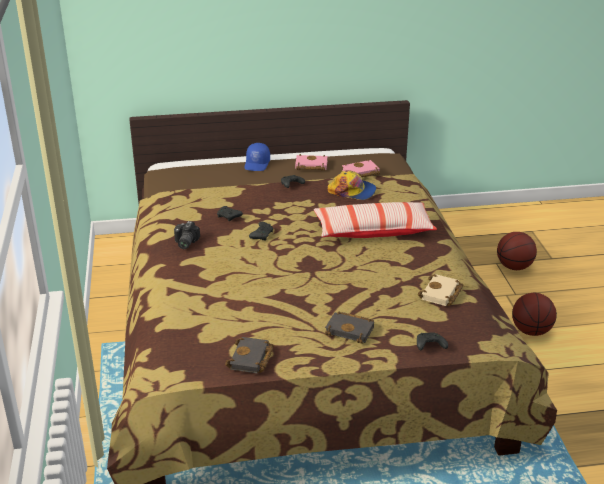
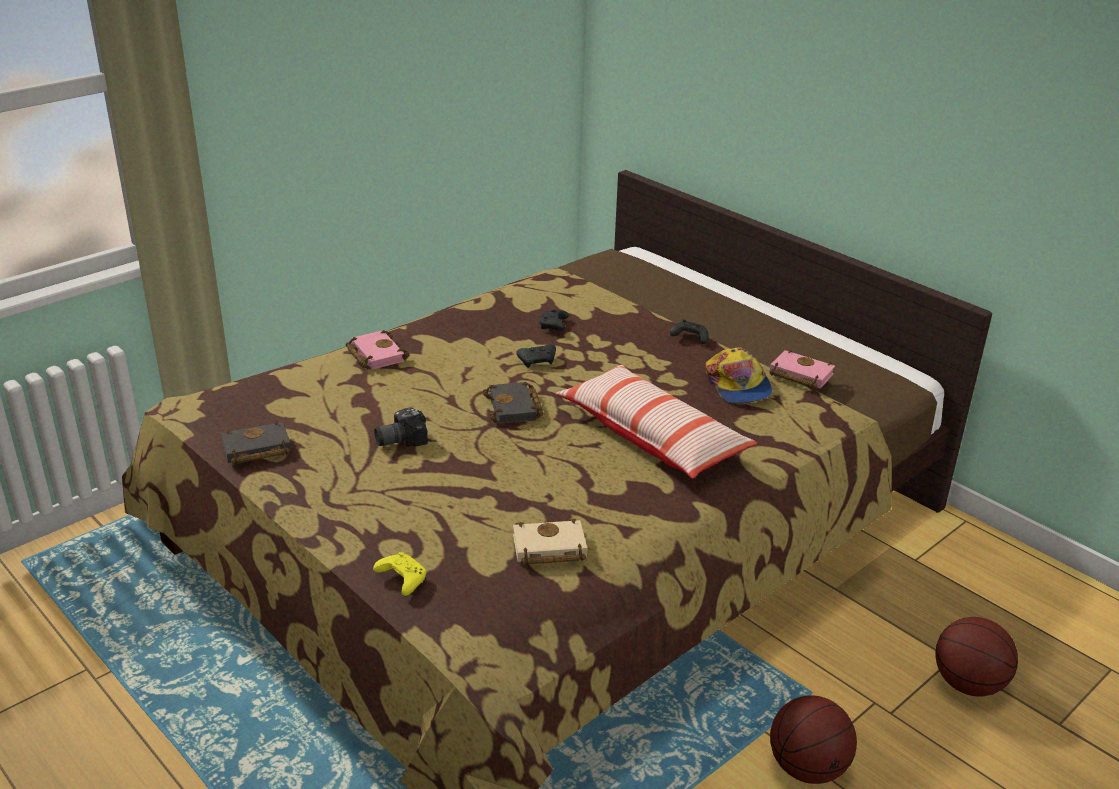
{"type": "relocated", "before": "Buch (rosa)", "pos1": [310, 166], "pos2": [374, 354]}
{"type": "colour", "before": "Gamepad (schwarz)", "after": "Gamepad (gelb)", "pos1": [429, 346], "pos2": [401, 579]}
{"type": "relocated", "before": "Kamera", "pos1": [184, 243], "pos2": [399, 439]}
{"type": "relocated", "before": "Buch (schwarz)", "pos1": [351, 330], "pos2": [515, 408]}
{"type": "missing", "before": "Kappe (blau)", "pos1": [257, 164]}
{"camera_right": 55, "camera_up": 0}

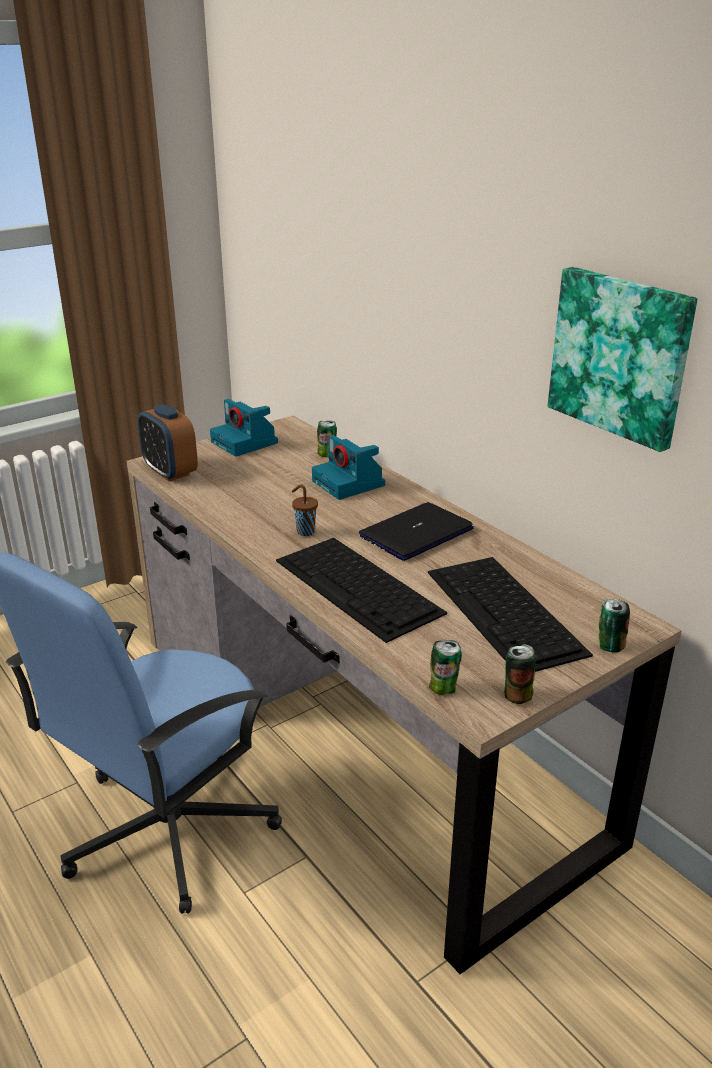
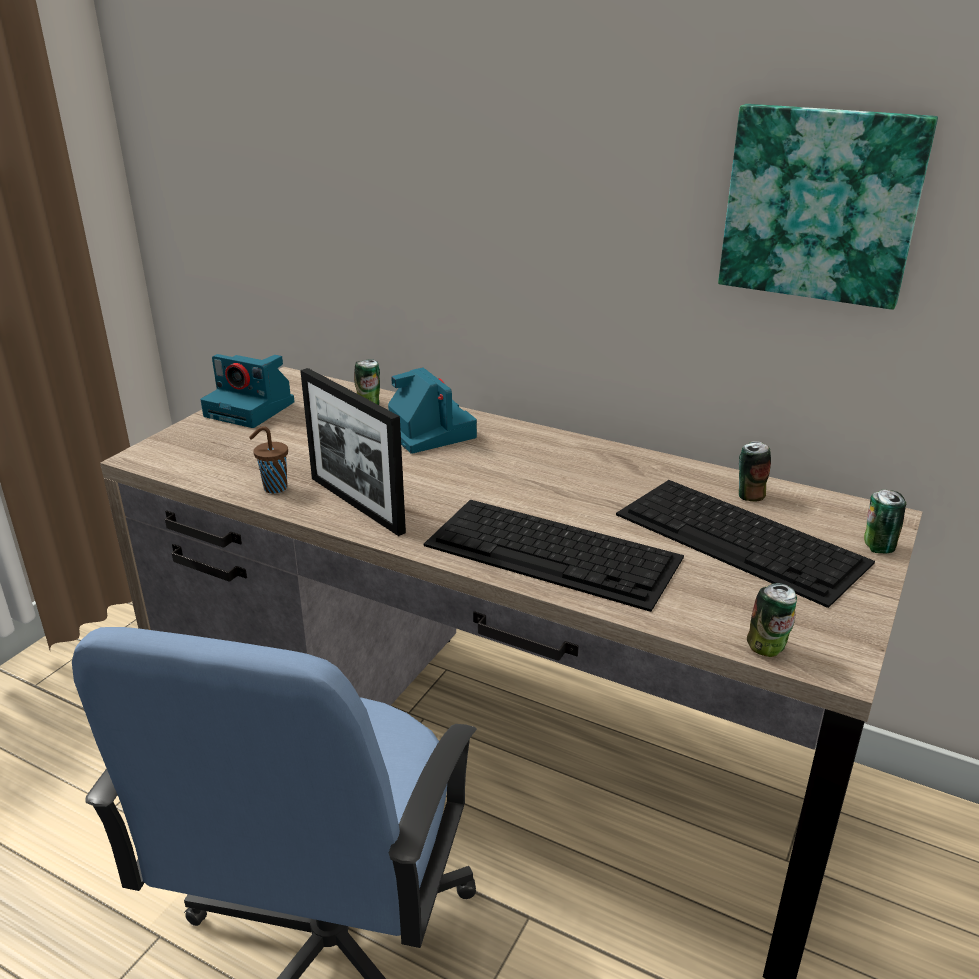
{"type": "relocated", "before": "Tasse (braun)", "pos1": [304, 532], "pos2": [274, 488]}
{"type": "appeared", "after": "Bilderrahmen", "pos2": [356, 504]}
{"type": "spun", "before": "Kamera", "pos1": [350, 483], "pos2": [428, 432], "turn": -150}
{"type": "relocated", "before": "Dose", "pos1": [517, 695], "pos2": [749, 495]}
{"type": "missing", "before": "Wecker", "pos1": [170, 472]}
{"type": "missing", "before": "Laptop", "pos1": [416, 533]}
{"camera_right": -25, "camera_up": 0}

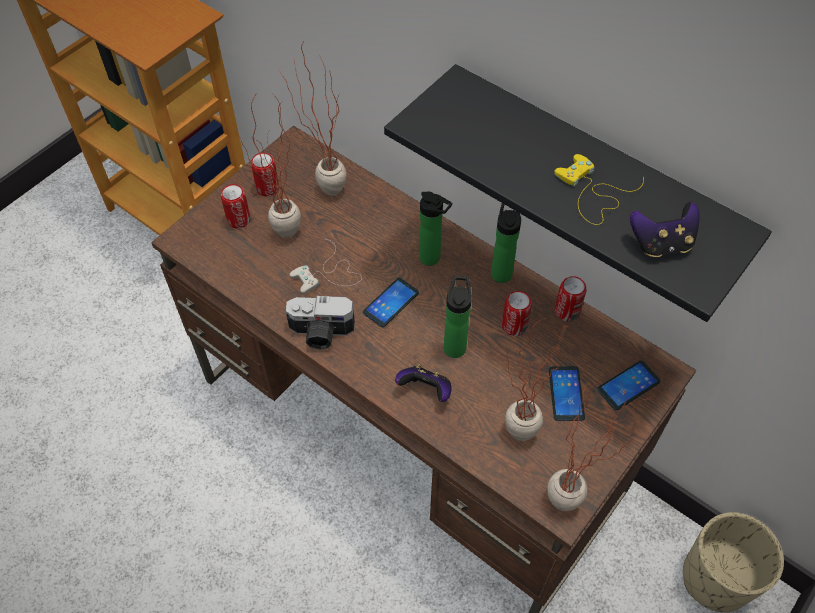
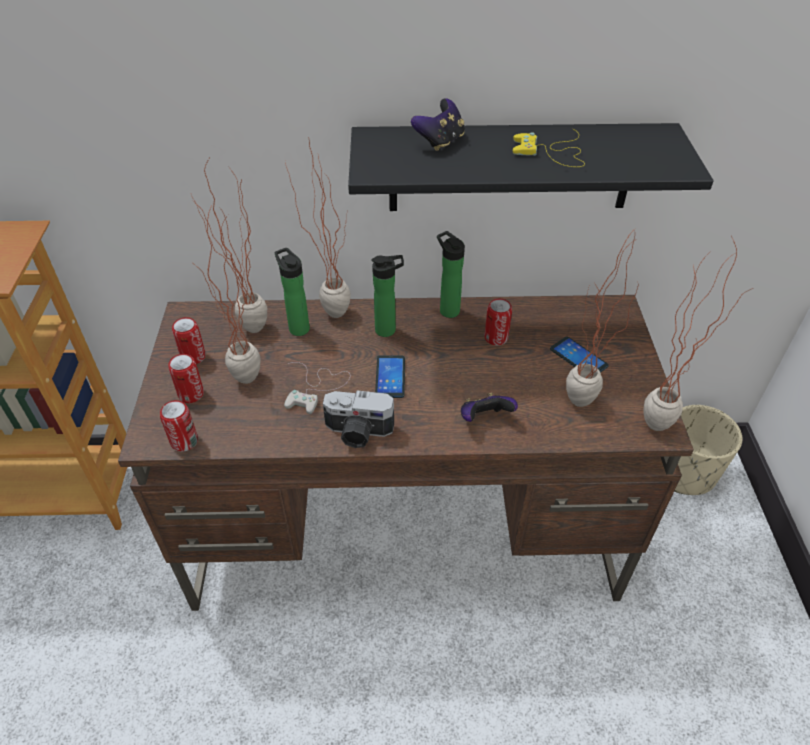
{"type": "relocated", "before": "Dose", "pos1": [567, 311], "pos2": [184, 441]}
{"type": "relocated", "before": "Flasche", "pos1": [455, 345], "pos2": [297, 327]}
{"type": "appeared", "after": "Topfpflanze", "pos2": [329, 309]}
{"type": "spun", "before": "Kamera", "pos1": [321, 333], "pos2": [358, 433], "turn": 45}
{"type": "relocated", "before": "Gamepad", "pos1": [661, 244], "pos2": [440, 142]}
{"type": "missing", "before": "Handy", "pos1": [628, 385]}
{"camera_right": -40, "camera_up": -10}

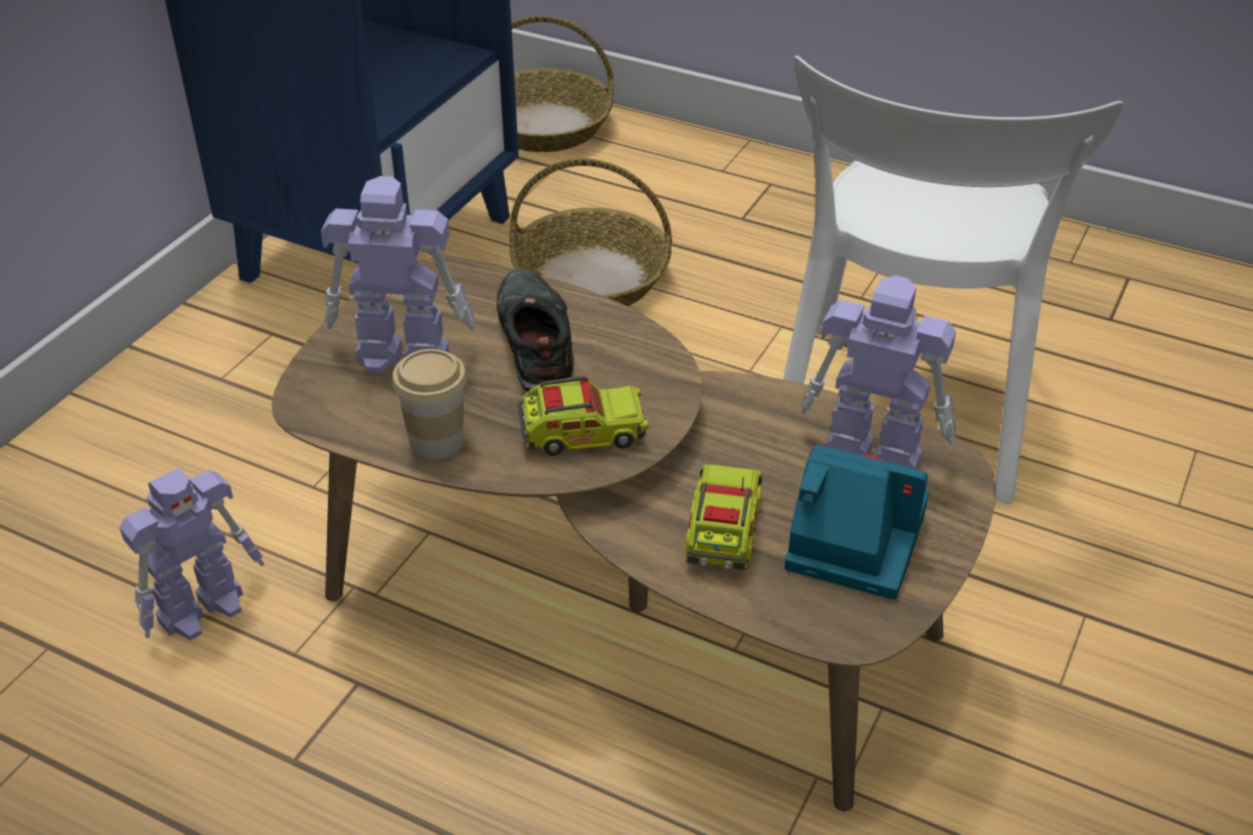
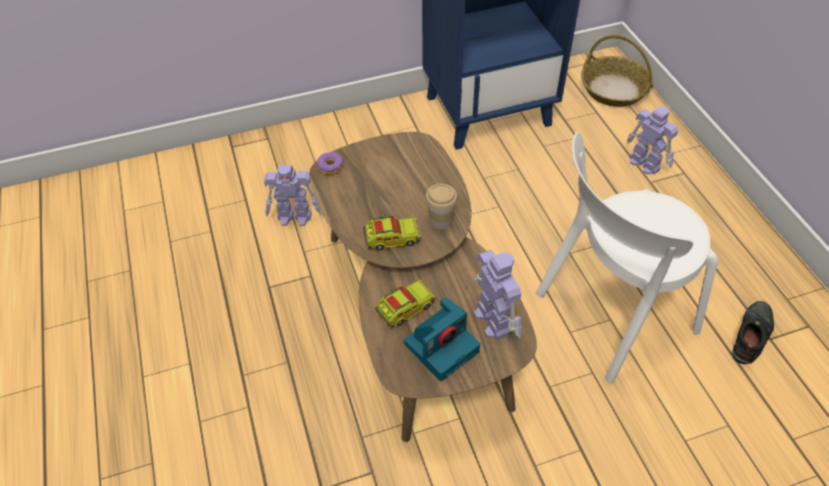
{"type": "appeared", "after": "Donut", "pos2": [330, 167]}
{"type": "spun", "before": "Spielzeuglaster", "pos1": [582, 433], "pos2": [392, 239], "turn": -45}
{"type": "spun", "before": "Kamera", "pos1": [851, 541], "pos2": [442, 346], "turn": 75}
{"type": "relocated", "before": "Tasse", "pos1": [436, 441], "pos2": [441, 220]}
{"type": "relocated", "before": "Spielzeugroboter", "pos1": [401, 355], "pos2": [644, 163]}
{"type": "relocated", "before": "Schuh (schwarz)", "pos1": [534, 341], "pos2": [751, 334]}
{"type": "missing", "before": "Korb", "pos1": [592, 278]}
{"camera_right": 45, "camera_up": 10}

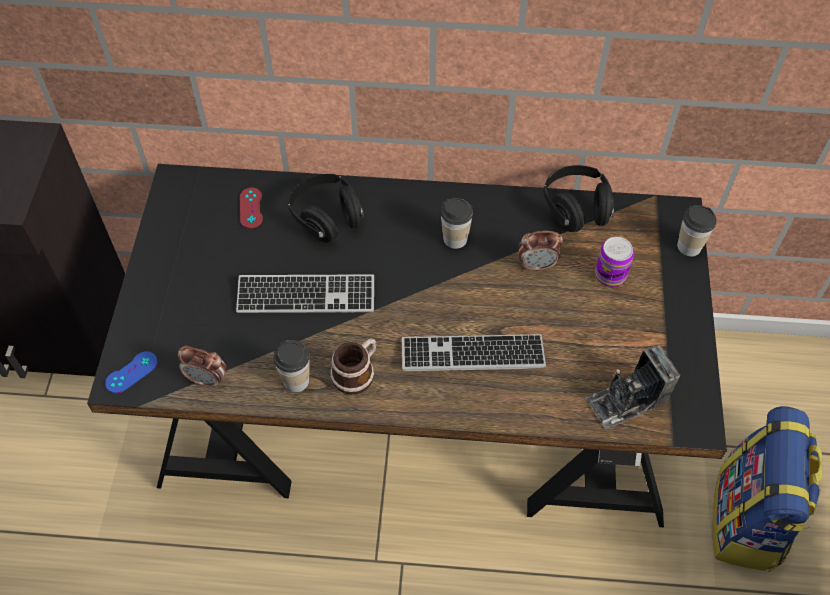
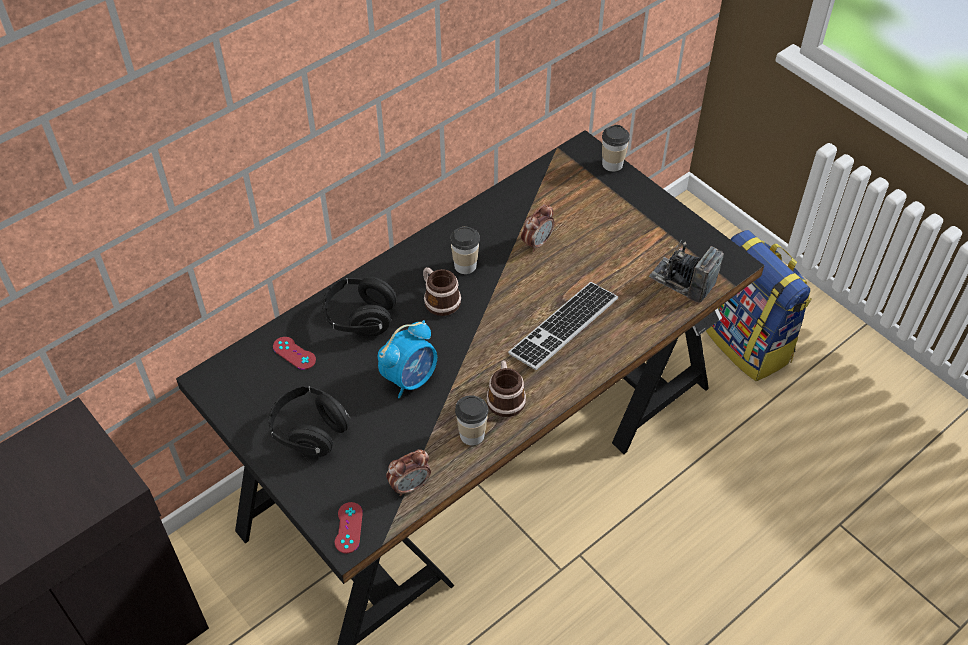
{"type": "relocated", "before": "Kopfhörer (schwarz)", "pos1": [576, 209], "pos2": [310, 432]}
{"type": "colour", "before": "Gamepad (blau)", "after": "Gamepad (rot)", "pos1": [131, 372], "pos2": [348, 527]}
{"type": "exchanged", "before": "Tastatur", "after": "Wecker", "pos1": [306, 296], "pos2": [410, 378]}
{"type": "appeared", "after": "Henkelbecher", "pos2": [439, 299]}
{"type": "spun", "before": "Kamera", "pos1": [627, 400], "pos2": [682, 281], "turn": 105}
{"type": "missing", "before": "Dose", "pos1": [610, 275]}
{"camera_right": -45, "camera_up": -5}

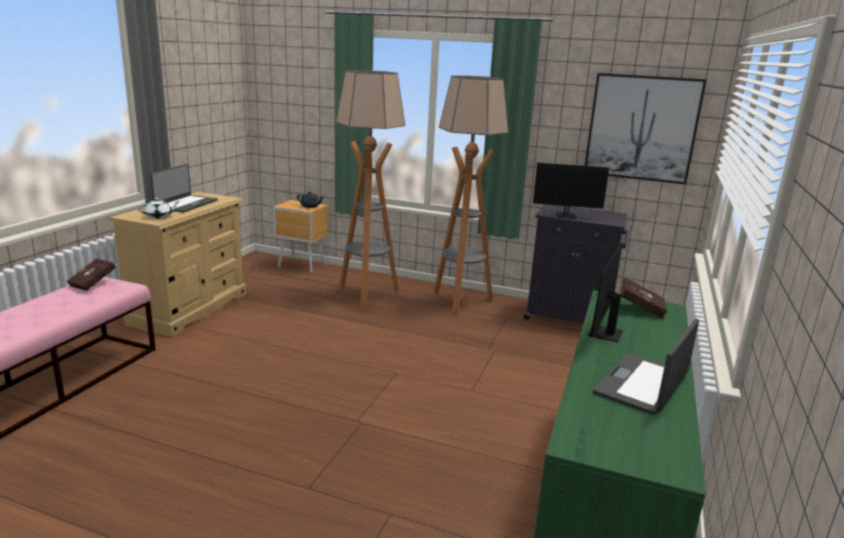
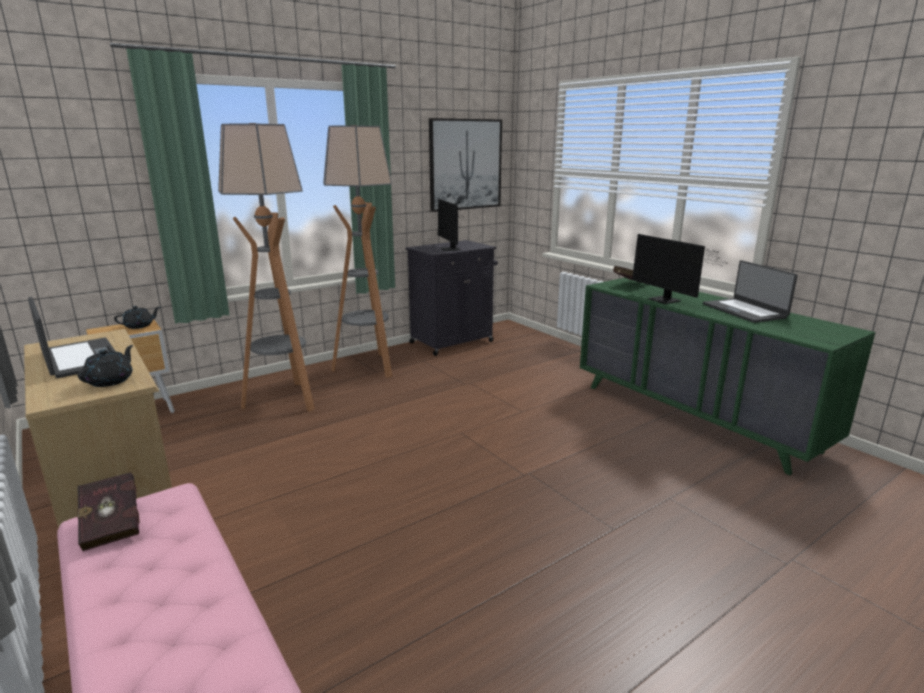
{"type": "colour", "before": "Teekanne (weiß)", "after": "Teekanne (schwarz)", "pos1": [159, 217], "pos2": [111, 381]}
{"type": "spun", "before": "Monitor", "pos1": [569, 216], "pos2": [450, 249], "turn": 120}
{"camera_right": -55, "camera_up": 0}

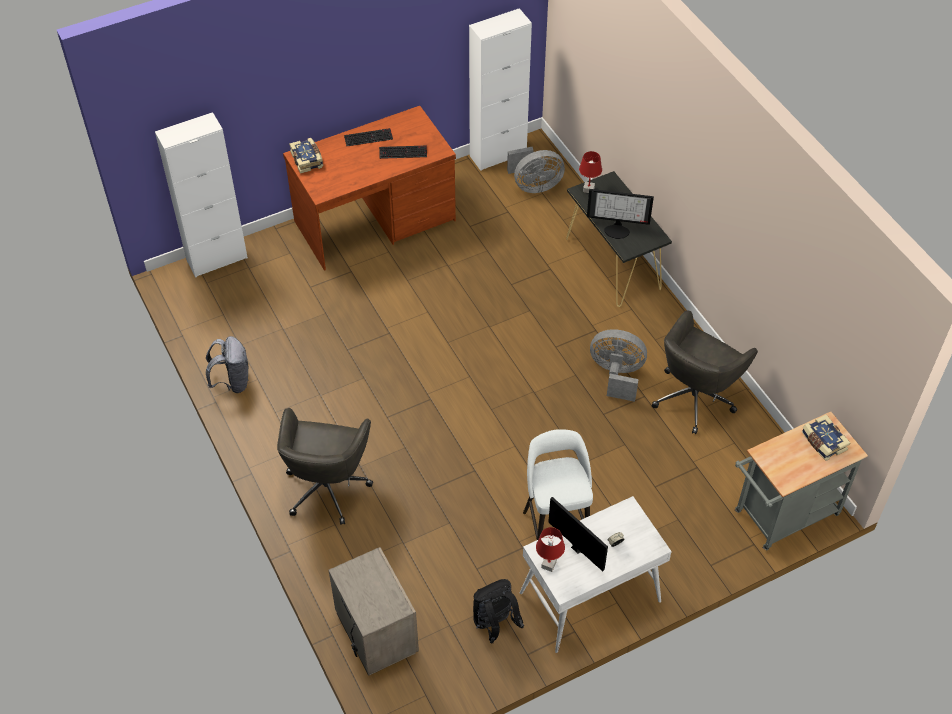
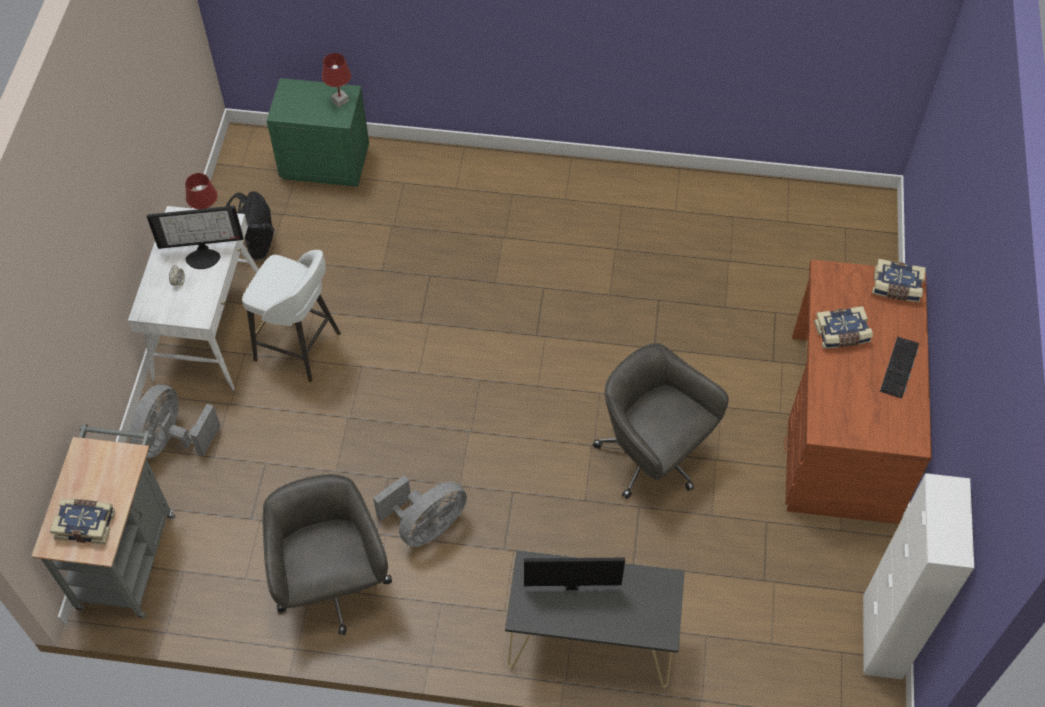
{"type": "relocated", "before": "Ventilator (grau)", "pos1": [534, 185], "pos2": [172, 440]}
{"type": "colour", "before": "Nachttisch (beige)", "after": "Nachttisch (grün)", "pos1": [375, 633], "pos2": [325, 162]}
{"type": "relocated", "before": "Tischlampe (rot)", "pos1": [588, 189], "pos2": [340, 100]}
{"type": "spun", "before": "Monitor", "pos1": [617, 229], "pos2": [571, 579], "turn": 45}
{"type": "relocated", "before": "Bürostuhl (grau)", "pos1": [327, 486], "pos2": [652, 457]}
{"type": "appeared", "after": "Buch", "pos2": [841, 334]}
{"type": "missing", "before": "Schrank (weiß)", "pos1": [217, 259]}
{"type": "missing", "before": "Rucksack (grau)", "pos1": [232, 382]}
{"type": "missing", "before": "Tastatur", "pos1": [403, 152]}
{"camera_right": 125, "camera_up": 5}

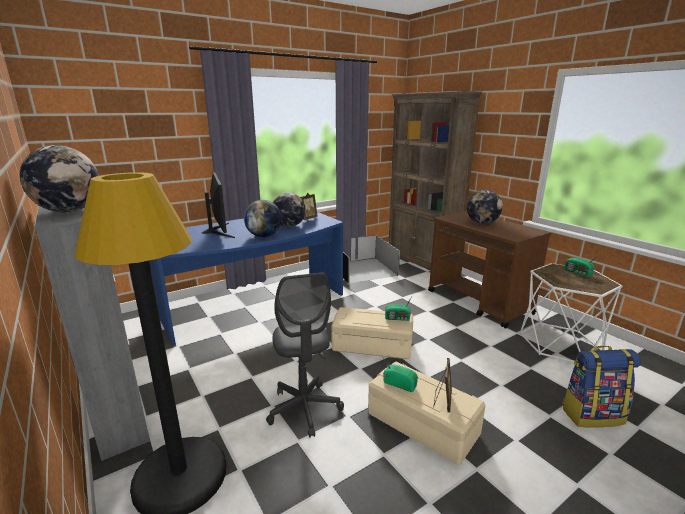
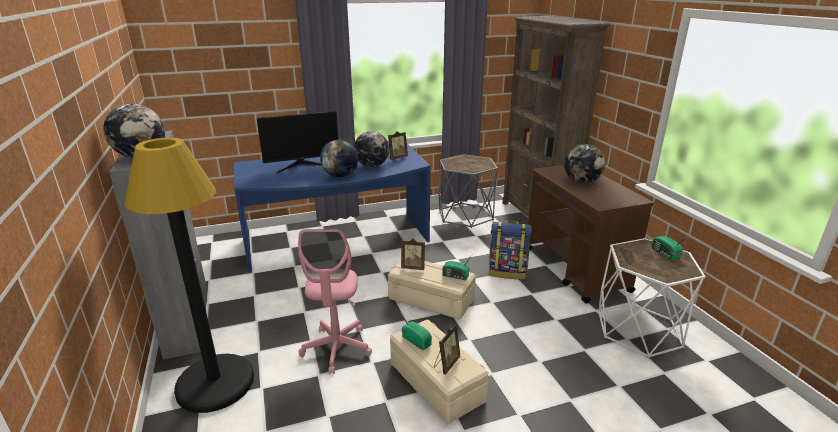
{"type": "spun", "before": "Monitor", "pos1": [219, 231], "pos2": [302, 165], "turn": 75}
{"type": "colour", "before": "Bürostuhl (grau)", "after": "Bürostuhl (rosa)", "pos1": [304, 409], "pos2": [336, 348]}
{"type": "appeared", "after": "Bilderrahmen", "pos2": [413, 267]}
{"type": "exchanged", "before": "Aufbewahrungsbox (schwarz)", "after": "Beistelltisch (grau)", "pos1": [362, 270], "pos2": [465, 215]}
{"type": "relocated", "before": "Rucksack", "pos1": [591, 414], "pos2": [507, 272]}
{"camera_right": 15, "camera_up": 5}

